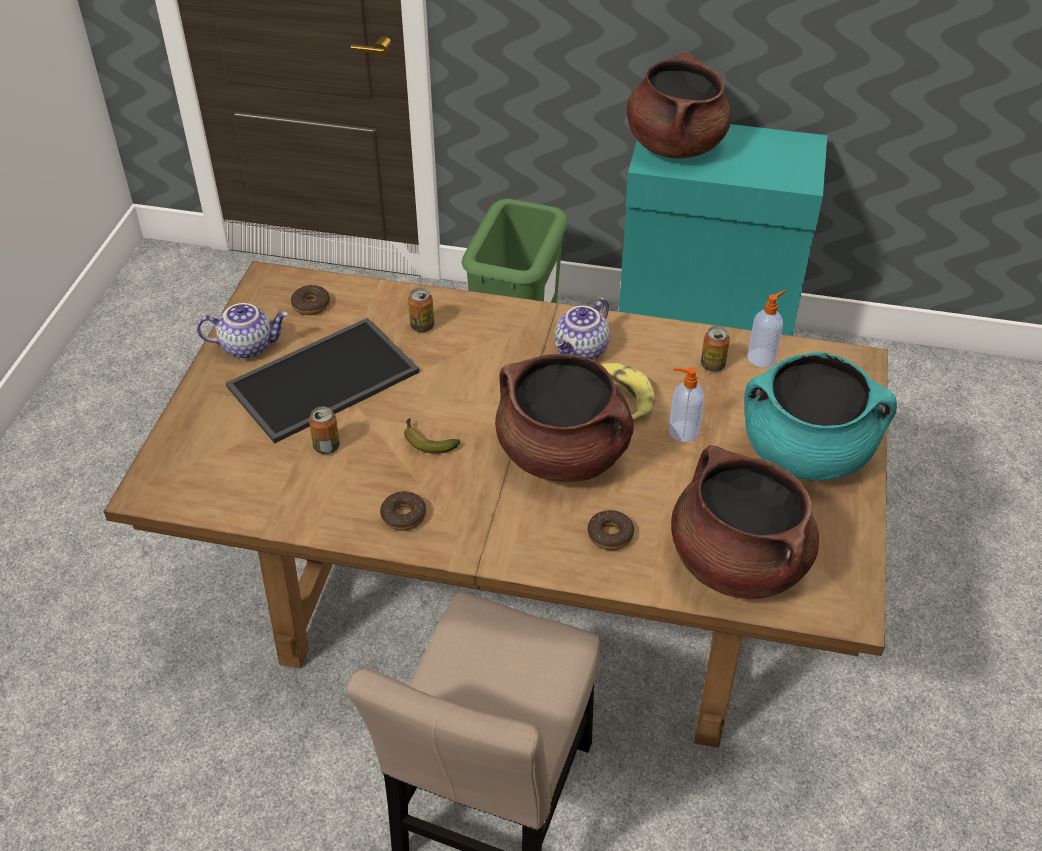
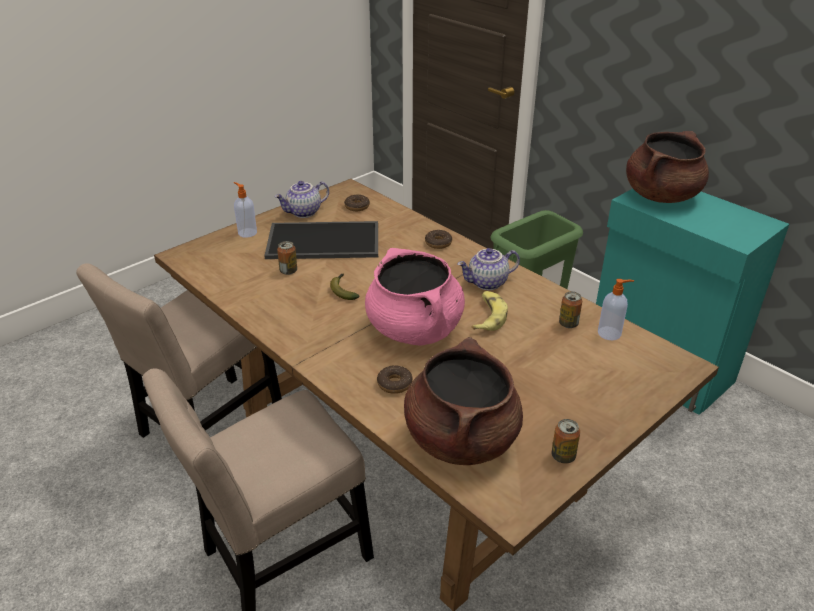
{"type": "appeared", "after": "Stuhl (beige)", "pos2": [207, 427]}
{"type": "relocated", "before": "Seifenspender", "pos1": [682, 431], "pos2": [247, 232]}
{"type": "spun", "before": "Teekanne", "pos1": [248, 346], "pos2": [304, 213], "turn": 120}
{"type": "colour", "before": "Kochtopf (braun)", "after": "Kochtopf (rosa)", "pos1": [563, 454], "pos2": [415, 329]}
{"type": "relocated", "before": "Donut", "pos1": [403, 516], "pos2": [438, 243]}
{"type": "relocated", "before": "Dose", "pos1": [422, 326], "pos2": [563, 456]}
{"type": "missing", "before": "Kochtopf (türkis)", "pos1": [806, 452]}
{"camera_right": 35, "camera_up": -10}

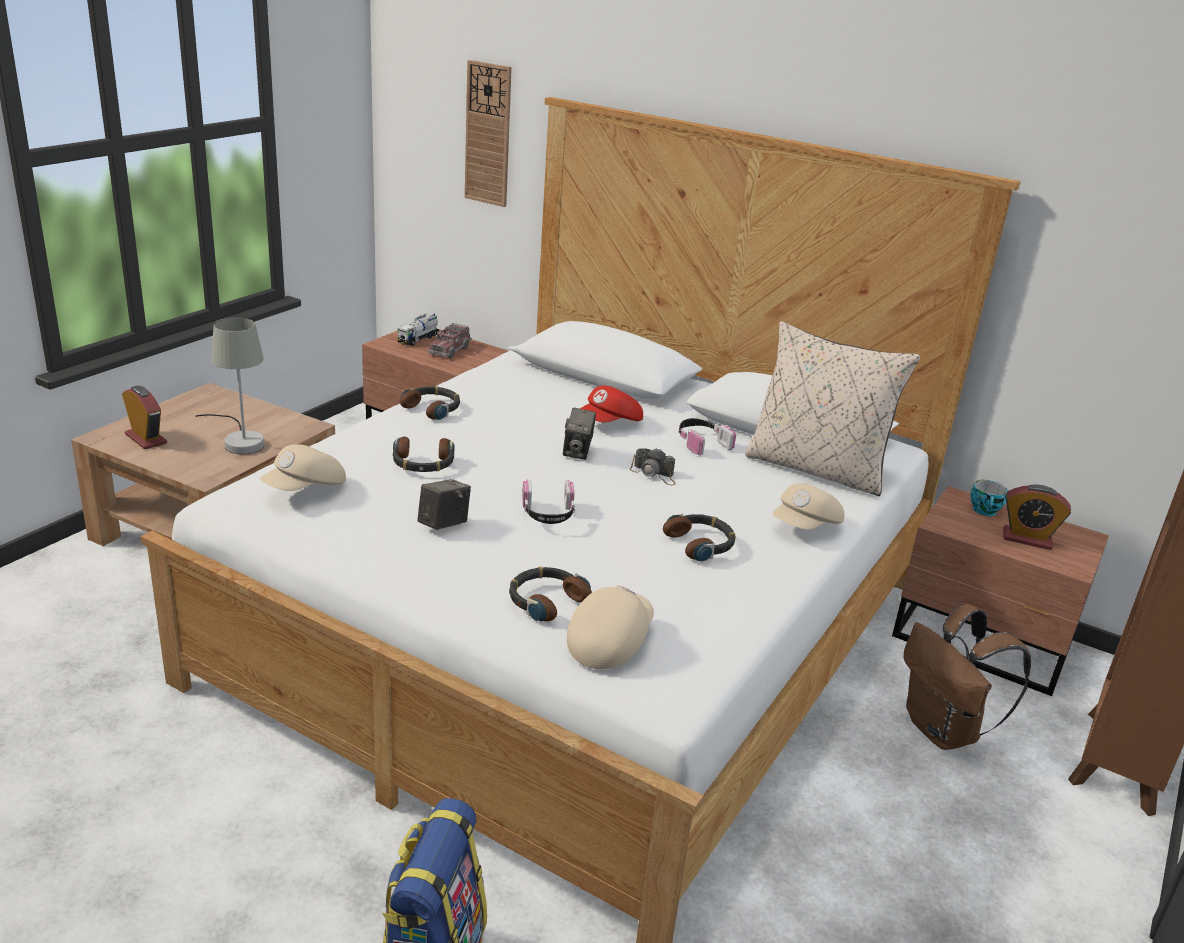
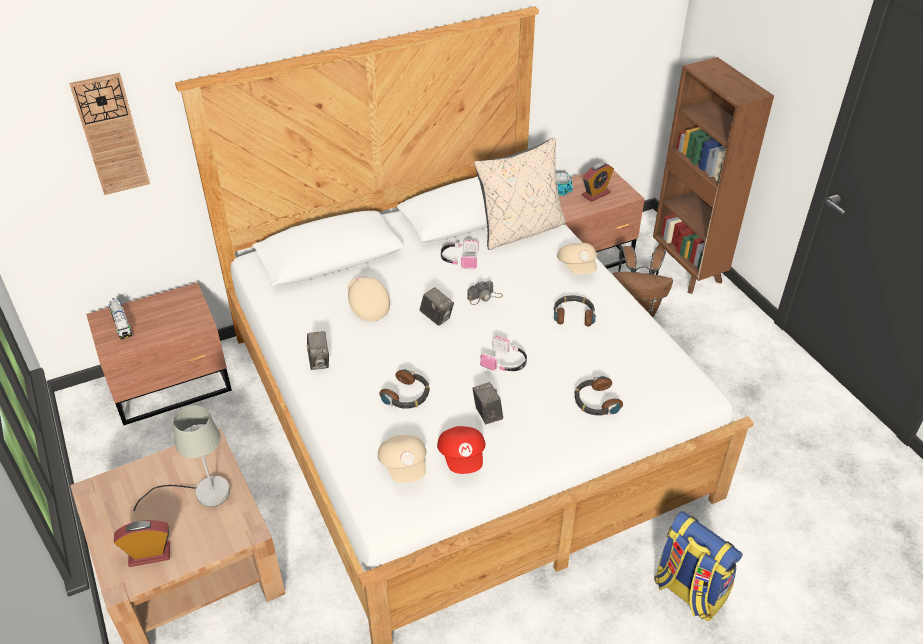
{"type": "exchanged", "before": "Kopfhörer", "after": "Kamera", "pos1": [432, 408], "pos2": [319, 361]}
{"type": "relocated", "before": "Kappe (beige)", "pos1": [609, 641], "pos2": [367, 305]}
{"type": "relocated", "before": "Kappe (rot)", "pos1": [610, 423], "pos2": [463, 457]}
{"type": "missing", "before": "Spielzeuglaster", "pos1": [449, 350]}
{"camera_right": -55, "camera_up": 15}

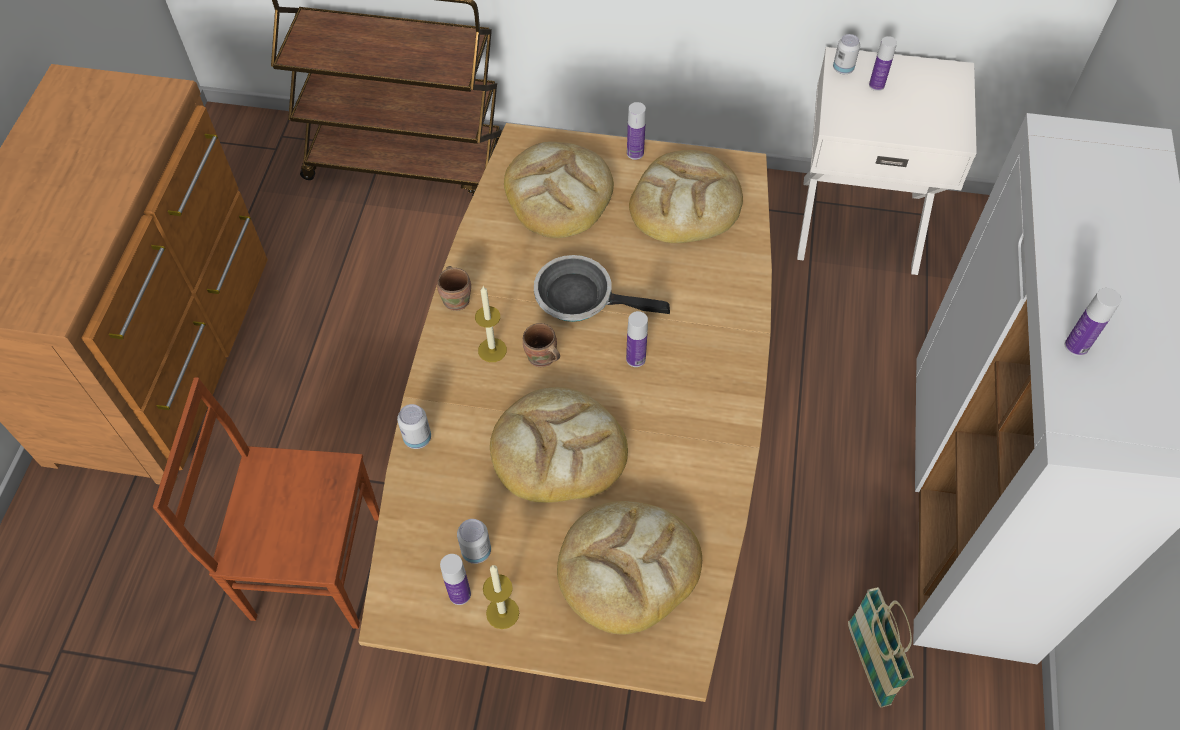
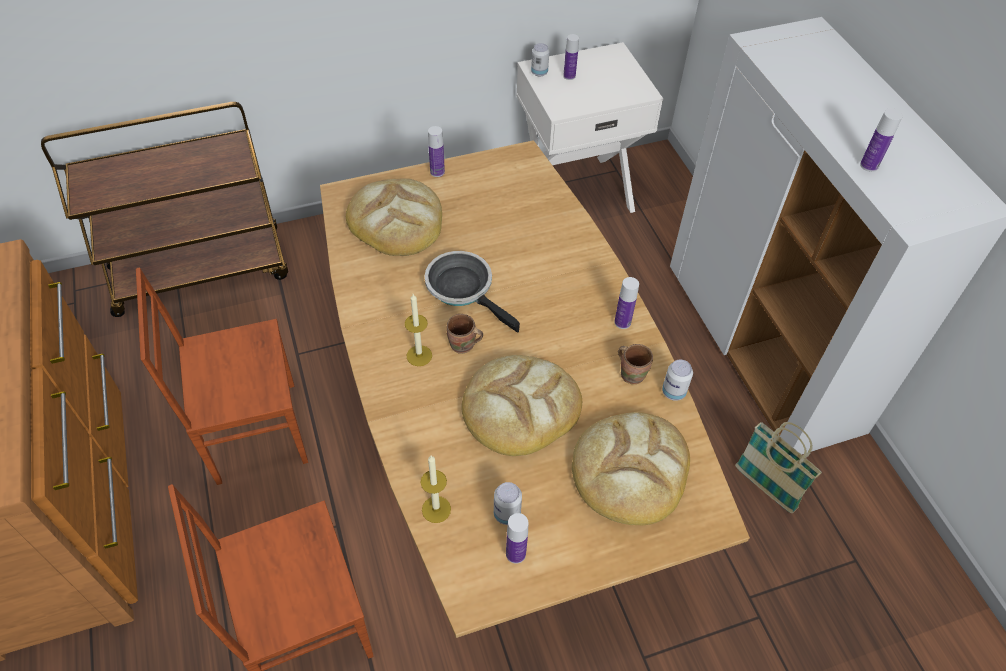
{"type": "appeared", "after": "Stuhl (braun)", "pos2": [254, 430]}
{"type": "relocated", "before": "Kerze", "pos1": [502, 613], "pos2": [436, 509]}
{"type": "spun", "before": "Pfanne", "pos1": [581, 297], "pos2": [464, 289], "turn": 60}
{"type": "relocated", "before": "Flasche", "pos1": [635, 359], "pos2": [622, 322]}
{"type": "relocated", "before": "Henkelbecher (braun)", "pos1": [457, 299], "pos2": [632, 373]}
{"type": "relocated", "before": "Dose", "pos1": [417, 438], "pos2": [673, 392]}
{"type": "missing", "before": "Brot", "pos1": [685, 202]}
{"camera_right": -30, "camera_up": -5}

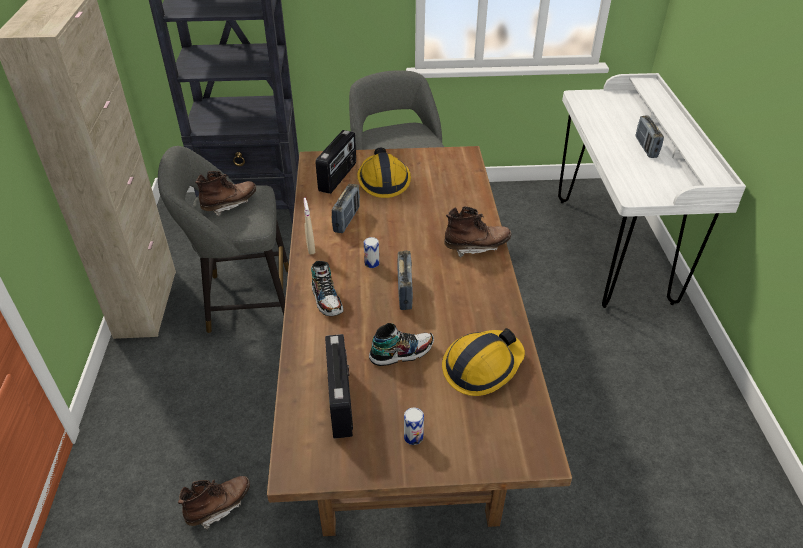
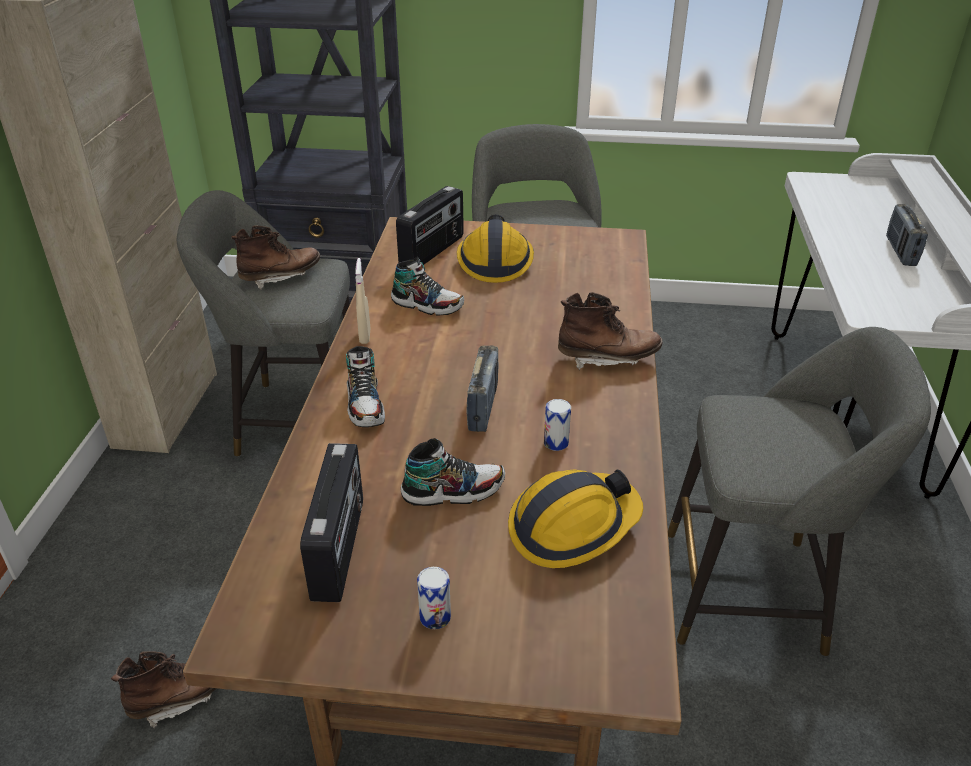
{"type": "exchanged", "before": "Radio", "after": "Schuh", "pos1": [346, 220], "pos2": [427, 305]}
{"type": "relocated", "before": "Dose", "pos1": [371, 263], "pos2": [556, 443]}
{"type": "appeared", "after": "Hocker (grau)", "pos2": [754, 591]}
{"camera_right": 10, "camera_up": -5}

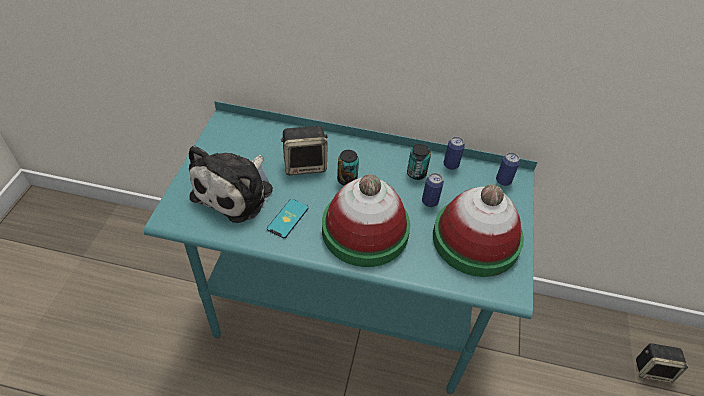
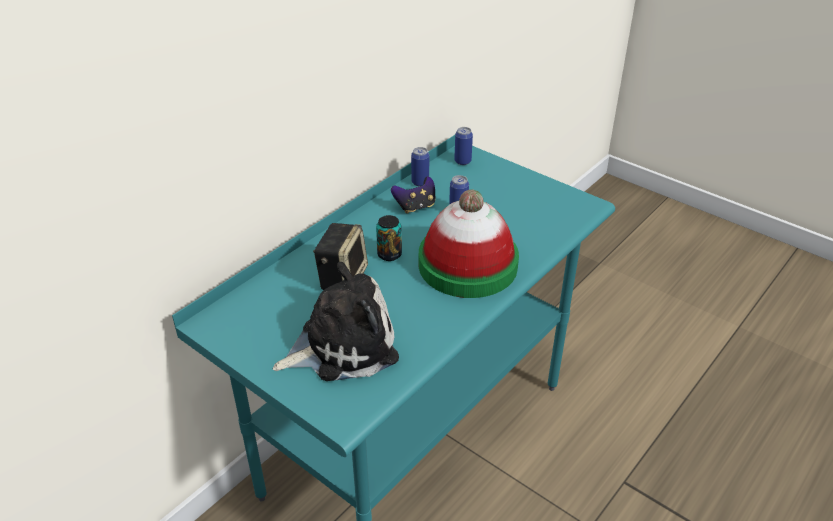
{"type": "spun", "before": "Plüschtier", "pos1": [236, 191], "pos2": [342, 345], "turn": -75}
{"type": "exchanged", "before": "Dose", "after": "Gamepad", "pos1": [416, 173], "pos2": [415, 207]}
{"type": "missing", "before": "Handy", "pos1": [288, 218]}
{"type": "missing", "before": "Hut", "pos1": [475, 239]}
{"type": "missing", "before": "Lautsprecher", "pos1": [653, 370]}
{"camera_right": -60, "camera_up": -10}

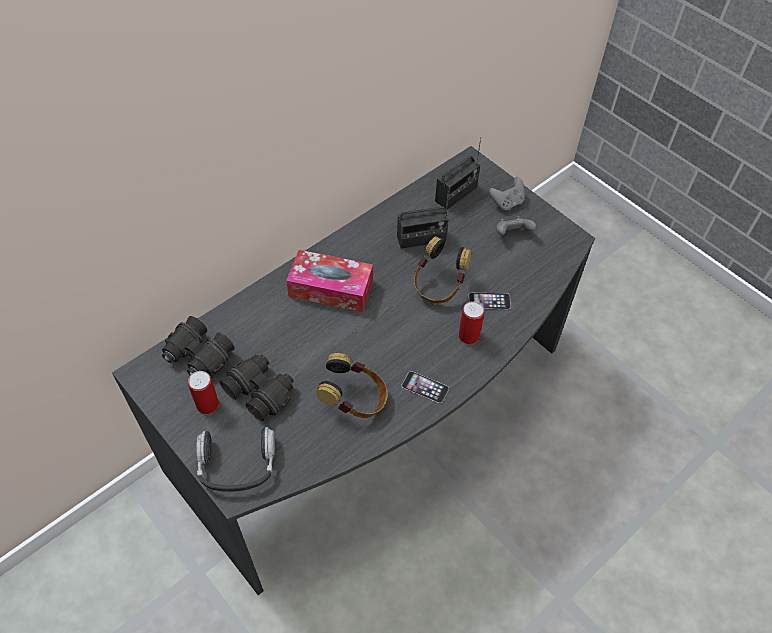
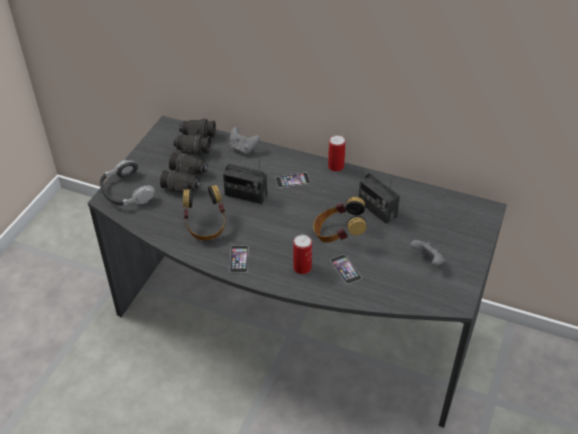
{"type": "relocated", "before": "Radio", "pos1": [456, 194], "pos2": [245, 195]}
{"type": "relocated", "before": "Gamepad (grau)", "pos1": [507, 203], "pos2": [243, 148]}
{"type": "exchanged", "before": "Taschentuchbox", "after": "Handy", "pos1": [331, 288], "pos2": [292, 180]}
{"type": "relocated", "before": "Dose", "pos1": [207, 404], "pos2": [336, 166]}
{"camera_right": 65, "camera_up": -10}

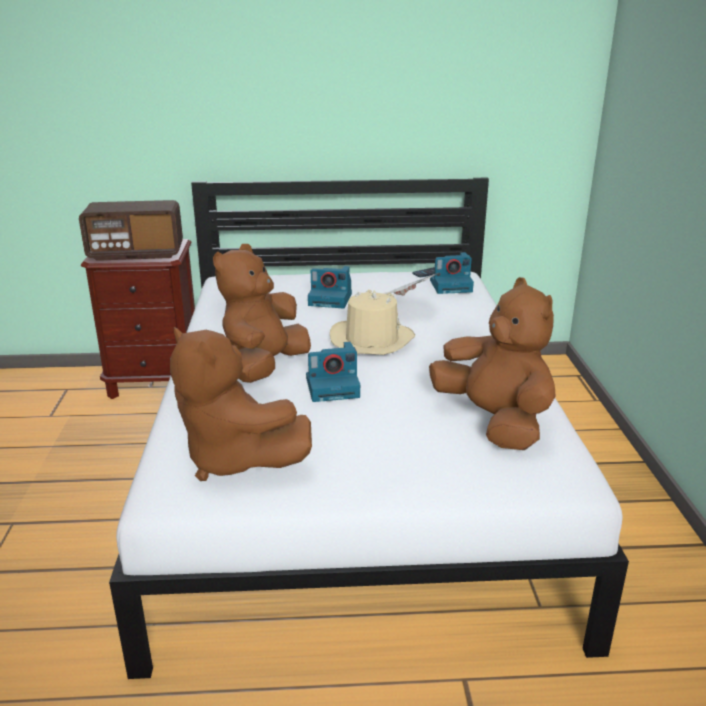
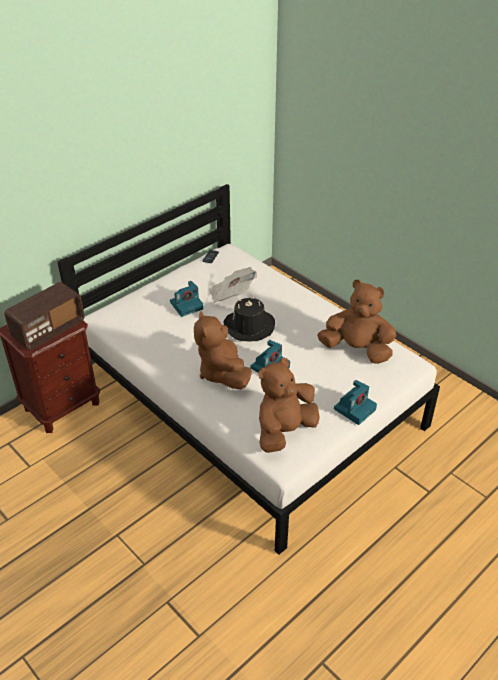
{"type": "colour", "before": "Hut (beige)", "after": "Hut (schwarz)", "pos1": [371, 339], "pos2": [249, 326]}
{"type": "spun", "before": "Plüschtier (braun)", "pos1": [234, 459], "pos2": [284, 431], "turn": 135}
{"type": "relocated", "before": "Kamera", "pos1": [451, 285], "pos2": [355, 408]}
{"camera_right": -40, "camera_up": 15}

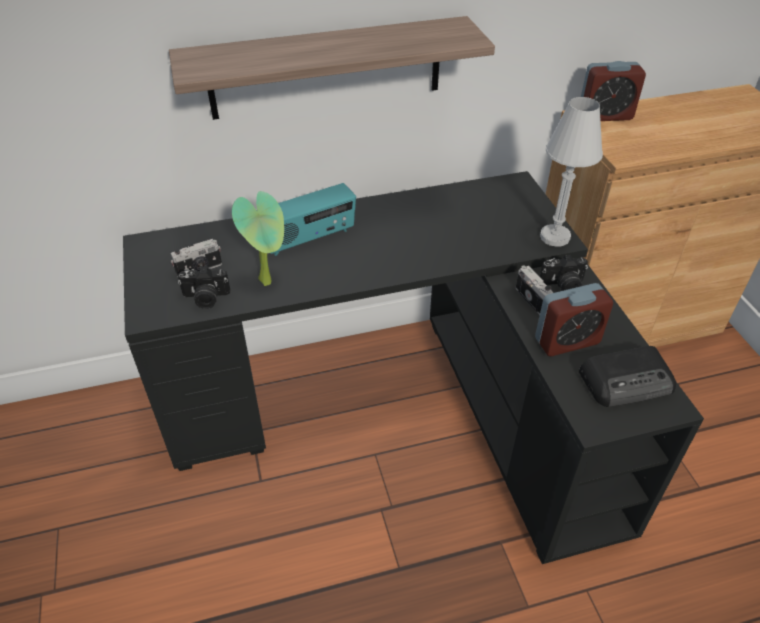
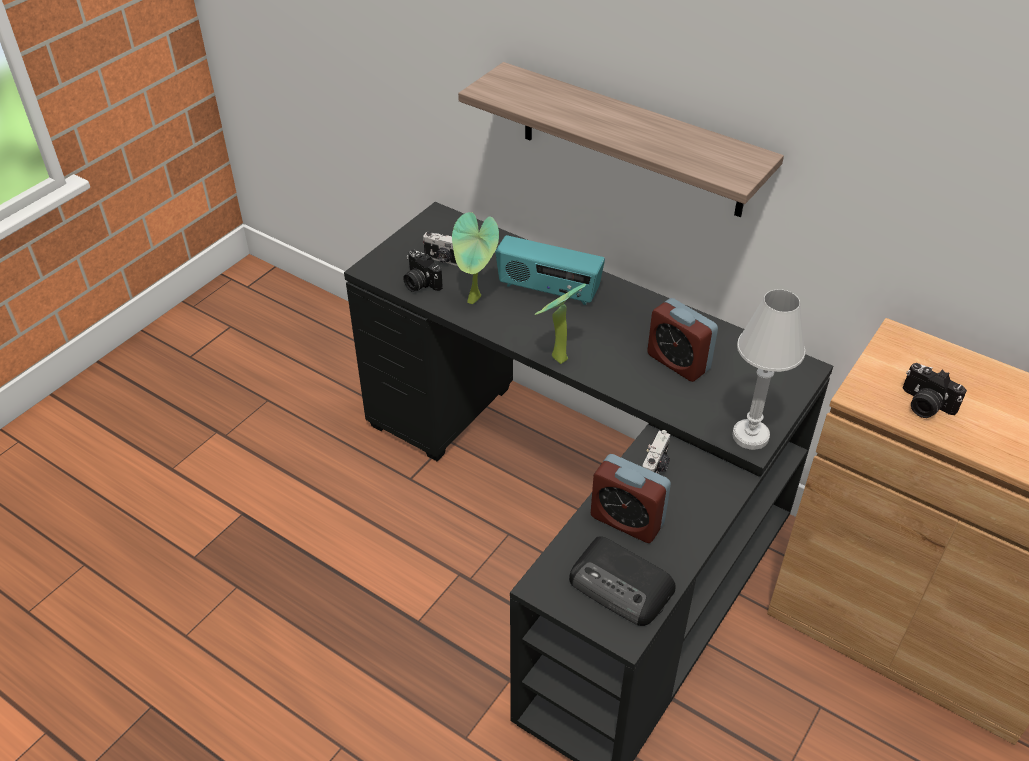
{"type": "appeared", "after": "Topfpflanze", "pos2": [555, 359]}
{"type": "relocated", "before": "Wecker", "pos1": [605, 115], "pos2": [678, 362]}
{"type": "relocated", "before": "Kamera", "pos1": [563, 285], "pos2": [924, 405]}
{"camera_right": 50, "camera_up": 0}

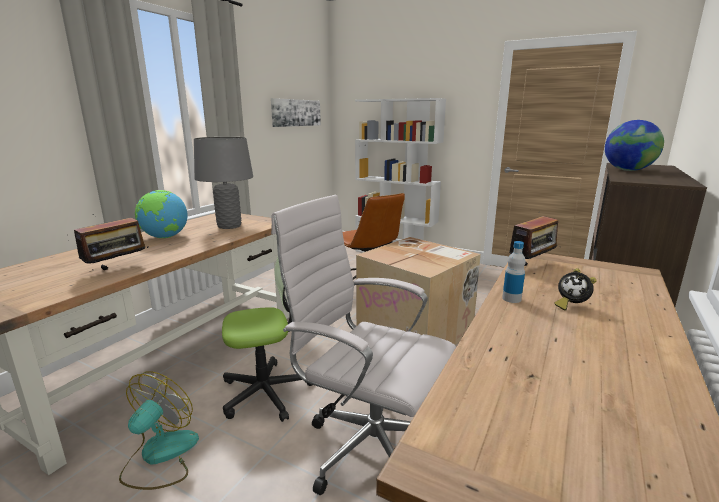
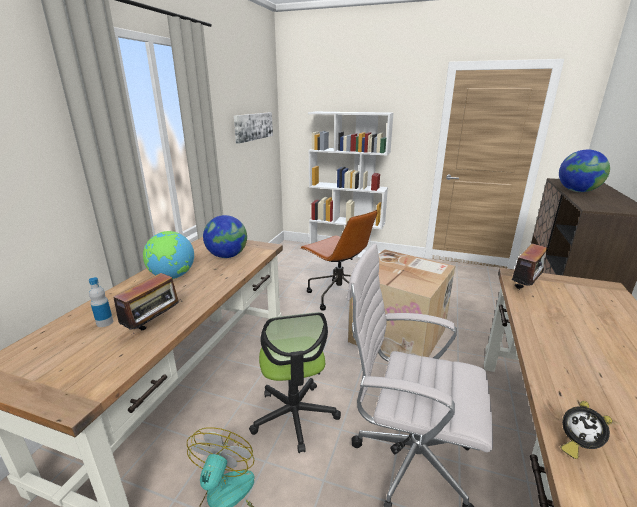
{"type": "relocated", "before": "Flasche", "pos1": [511, 299], "pos2": [105, 322]}
{"type": "exchanged", "before": "Tischlampe (grau)", "after": "Globus", "pos1": [229, 226], "pos2": [227, 256]}
{"type": "spun", "before": "Bürostuhl", "pos1": [266, 392], "pos2": [294, 415], "turn": 105}
{"type": "relocated", "before": "Wecker", "pos1": [570, 306], "pos2": [576, 444]}
{"camera_right": -10, "camera_up": 5}

